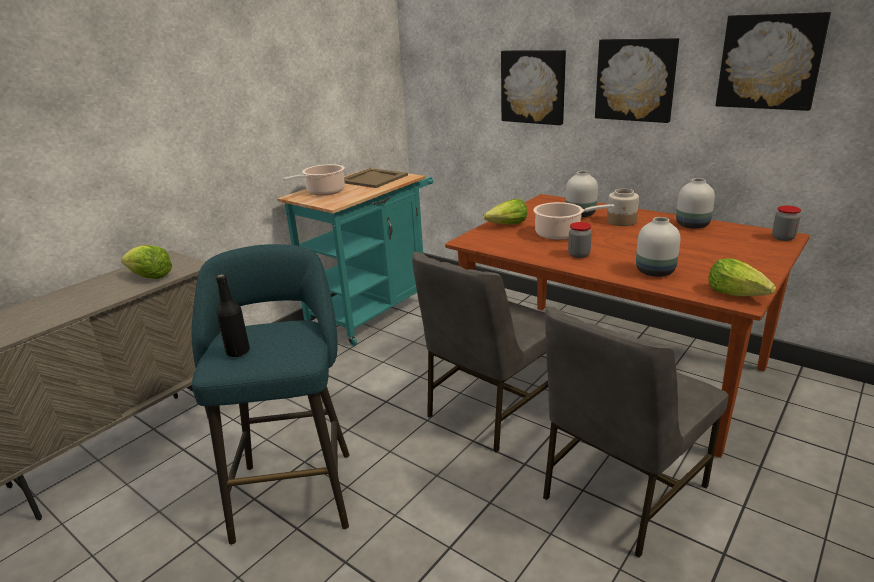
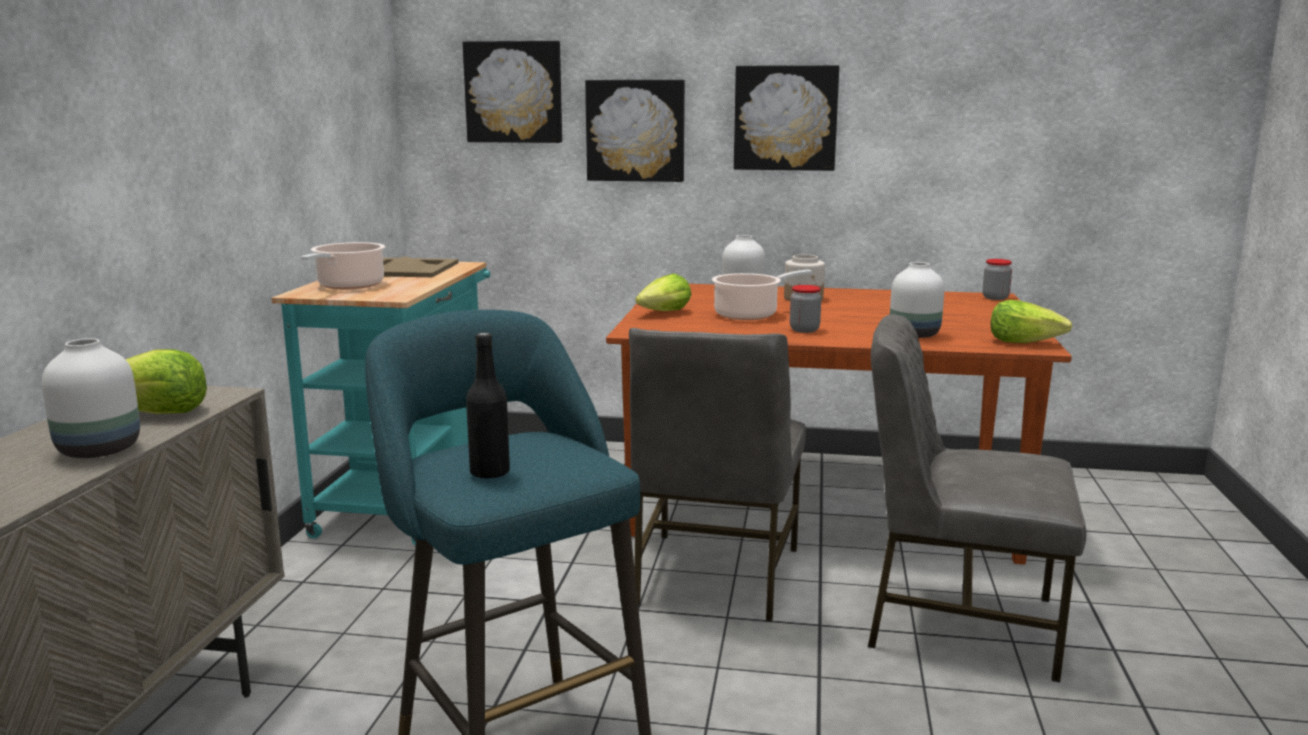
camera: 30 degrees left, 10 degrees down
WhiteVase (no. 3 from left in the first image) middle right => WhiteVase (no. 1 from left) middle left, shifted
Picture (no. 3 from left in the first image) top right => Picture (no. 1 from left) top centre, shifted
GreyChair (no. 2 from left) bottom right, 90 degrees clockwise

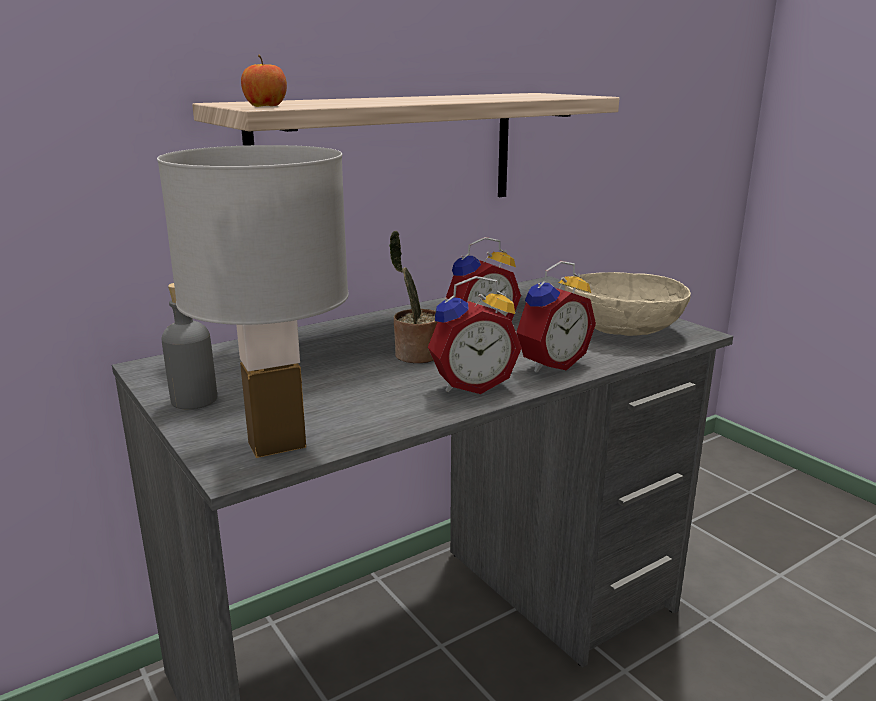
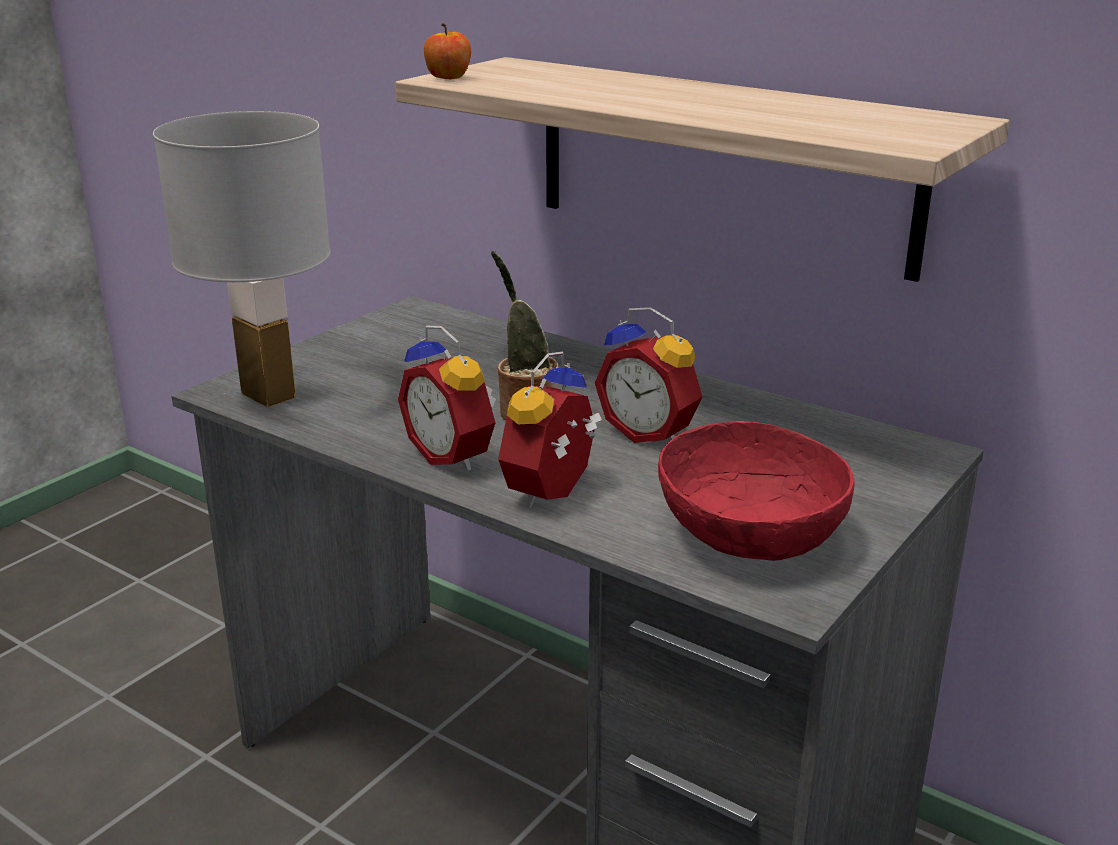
camera: 70 degrees right, 5 degrees up
GreyBottle middle left => nothing
BeigeBowl middle right => RedBowl middle right
AlarmClock (no. 3 from left in the first image) centre => AlarmClock (no. 2 from left) centre, 90 degrees clockwise

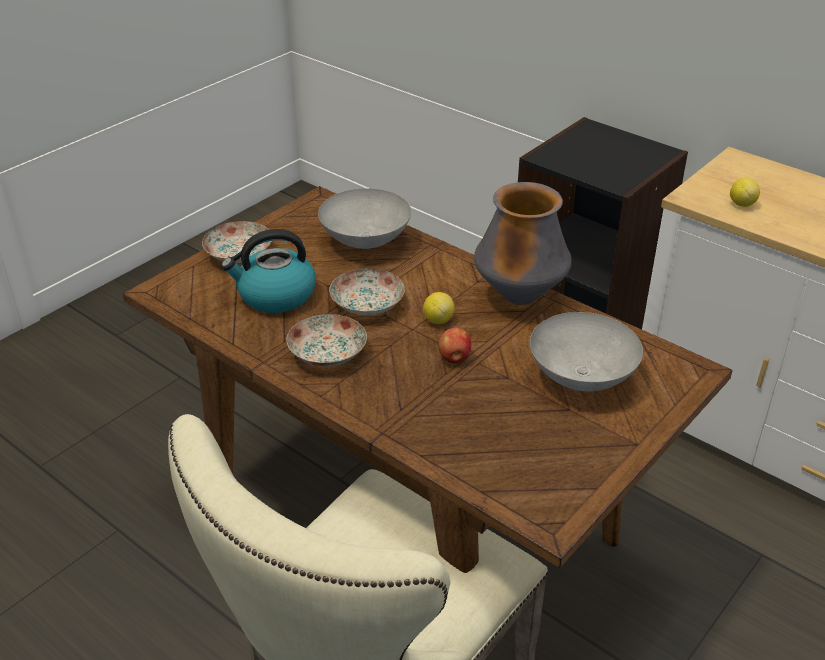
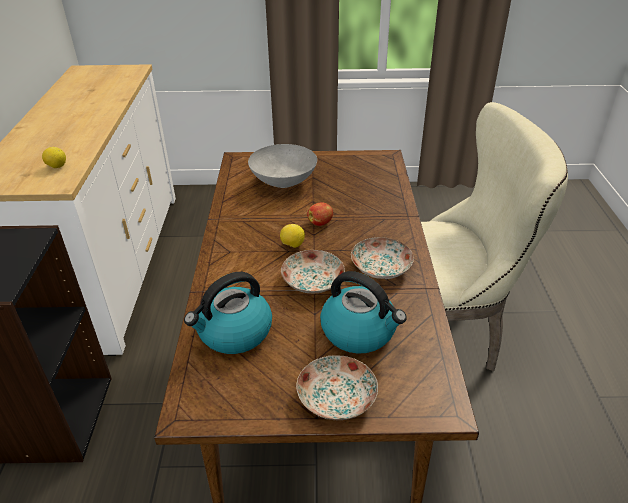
camera: 130 degrees left, 0 degrees up
Vase centre => nothing
GreyBowl (no. 1 from left) top centre => Kettle (no. 1 from left) centre

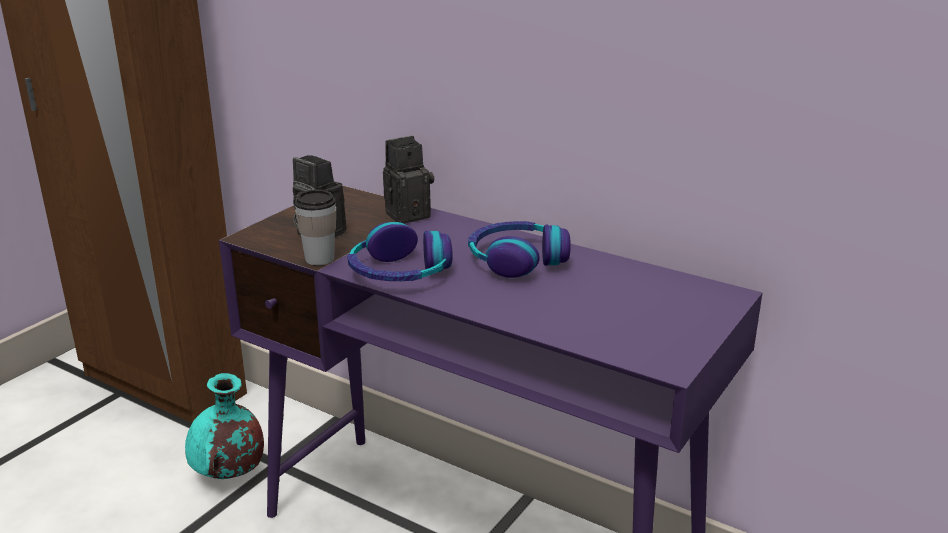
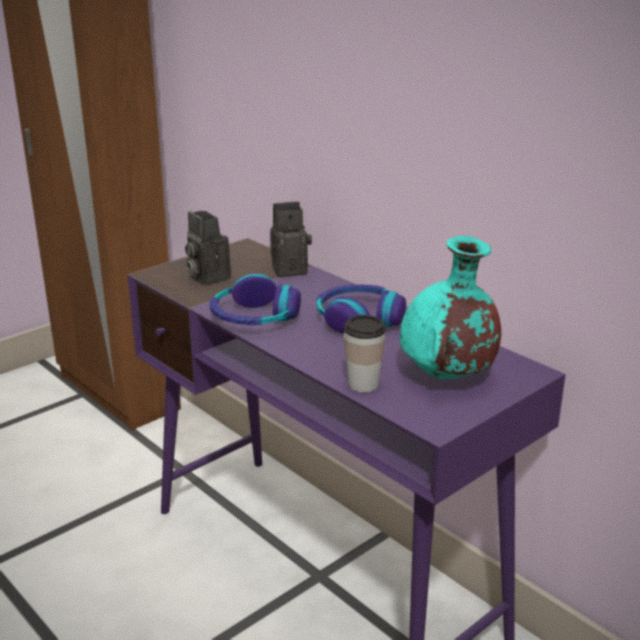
camera: 15 degrees right, 0 degrees up
TurquoiseVase bottom left => TurquoiseVase middle right, shifted
Cup middle left => Cup centre, shifted

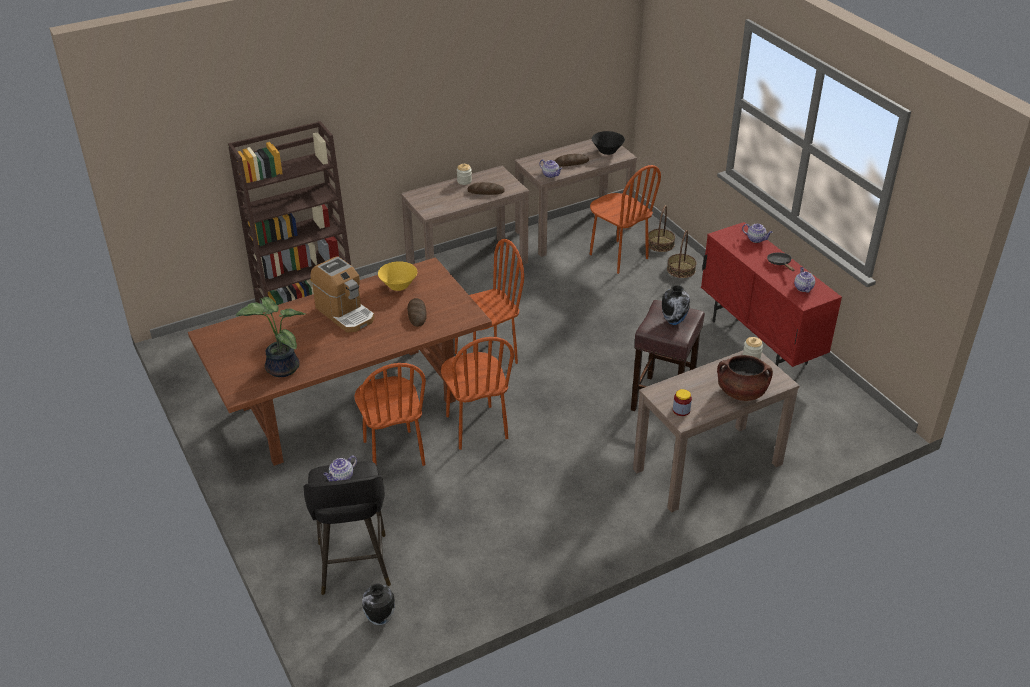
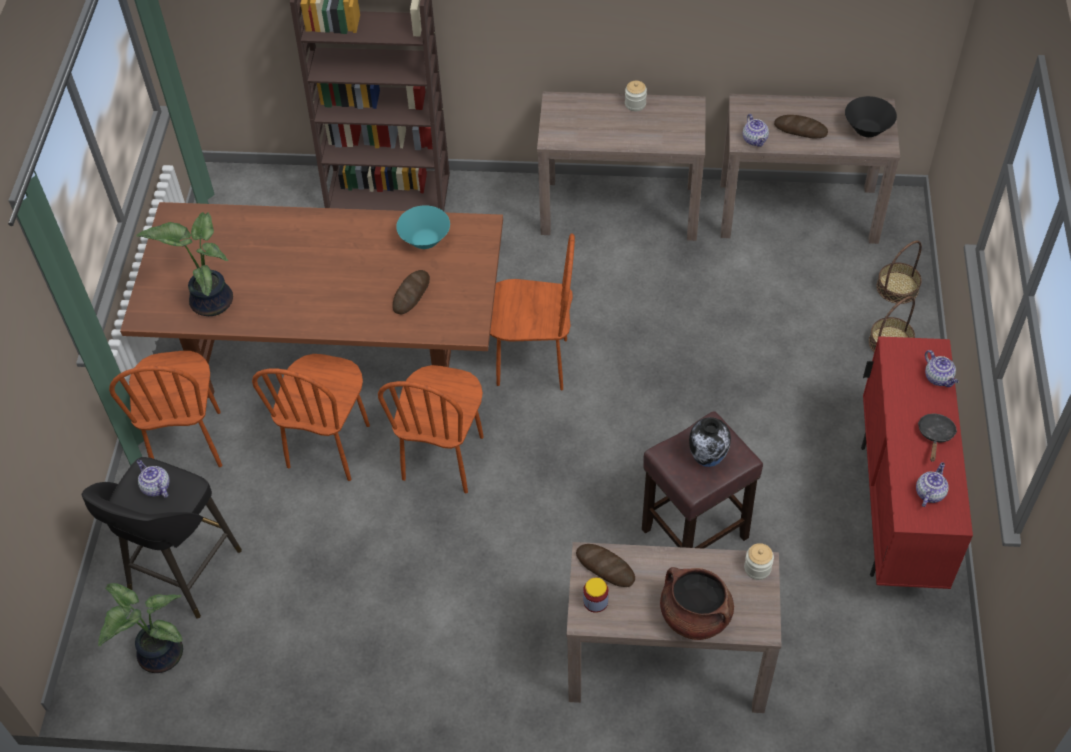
camera: 35 degrees right, 15 degrees up
CoffeeMachine middle left => nothing
Bread (no. 2 from left) top centre => Bread (no. 2 from left) bottom centre, shifted
BrownChair (no. 4 from left in the first image) top centre => BrownChair (no. 1 from left) middle left, shifted
Vase (no. 1 from left) bottom centre => PottedPlant (no. 1 from left) bottom left
YellowBowl centre => TurquoiseBowl top centre
Teapot (no. 1 from left) bottom left => Teapot (no. 1 from left) middle left, 60 degrees clockwise

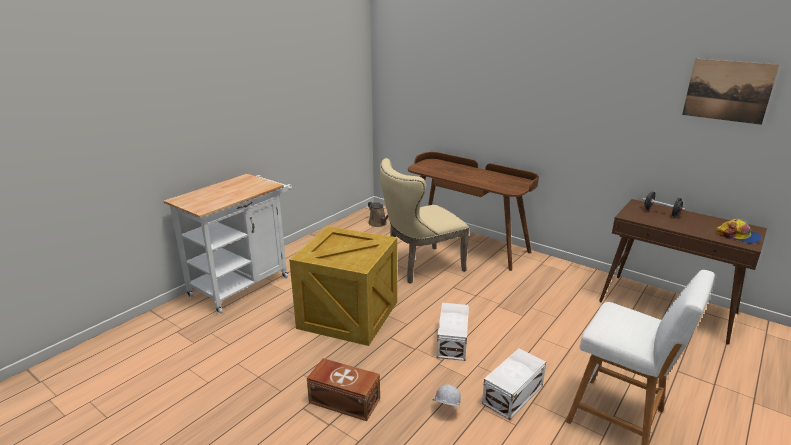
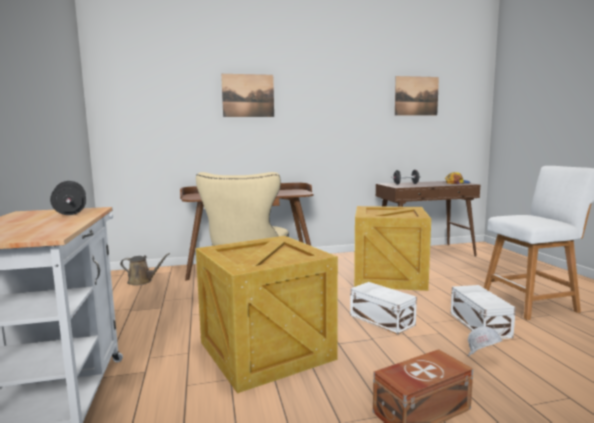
camera: 50 degrees left, 15 degrees down
nothing => BlackDumbbell (no. 1 from left) middle left
nothing => Picture (no. 1 from left) top centre
nothing => Crate (no. 2 from left) centre

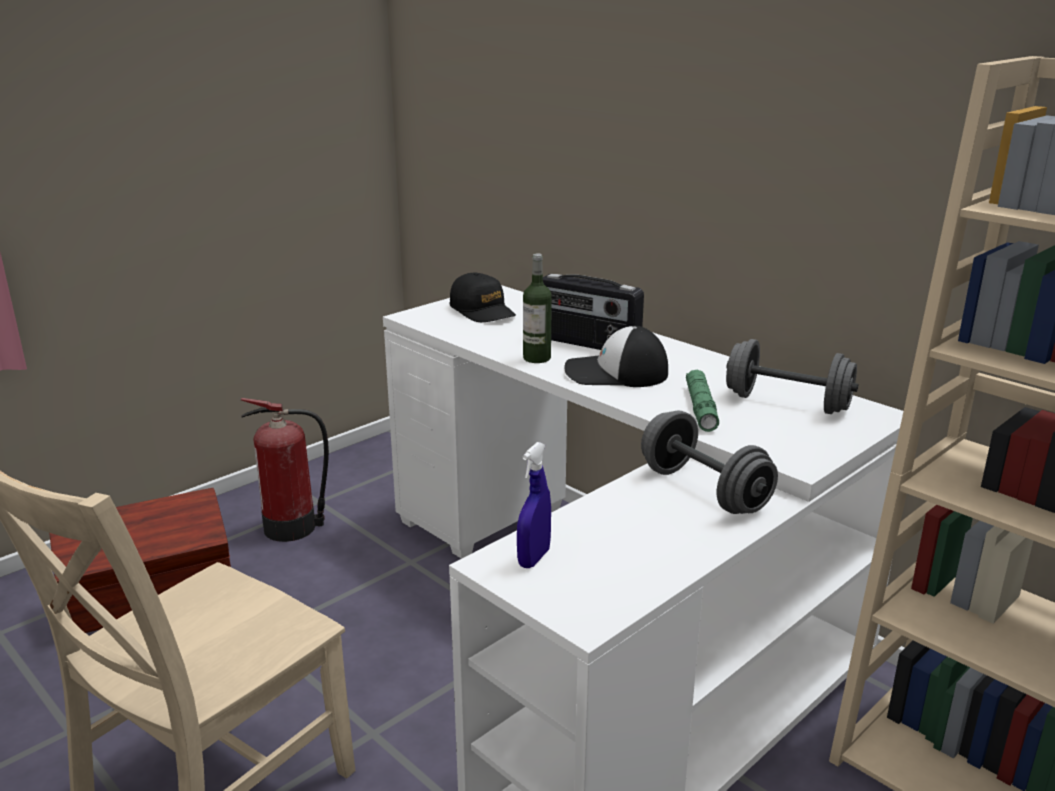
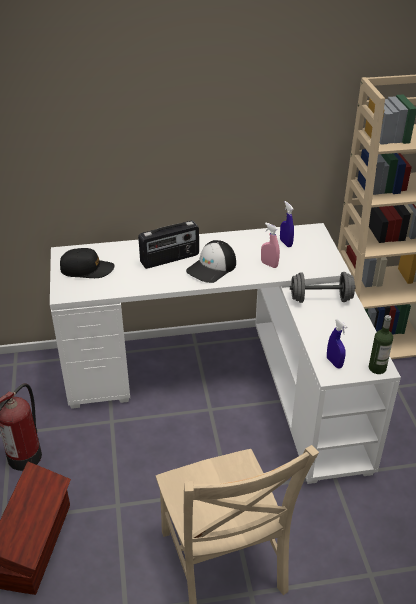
camera: 55 degrees left, 15 degrees up
Bottle centre => Bottle middle right, shifted
GreenFlashlight centre => PinkSprayBottle centre
GreyDumbbell (no. 2 from left) middle right => BlueSprayBottle (no. 1 from left) middle right

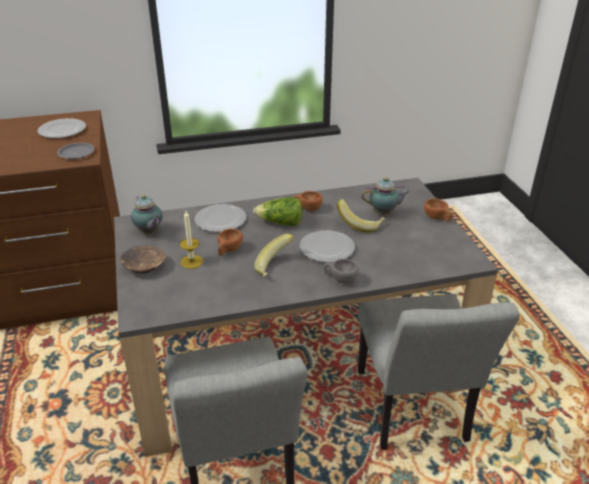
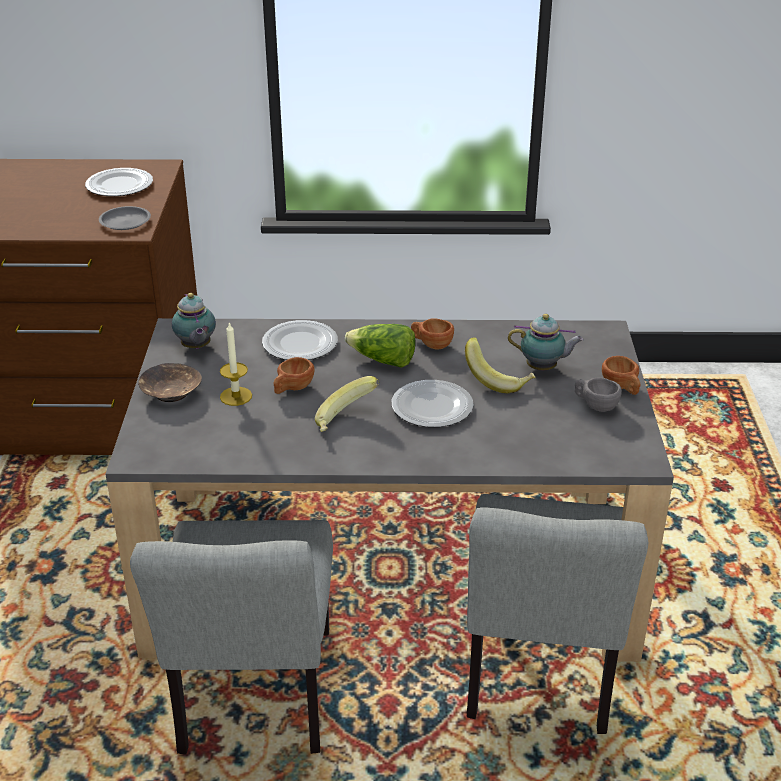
camera: 15 degrees right, 0 degrees up
GreyCup centre => GreyCup middle right, shifted

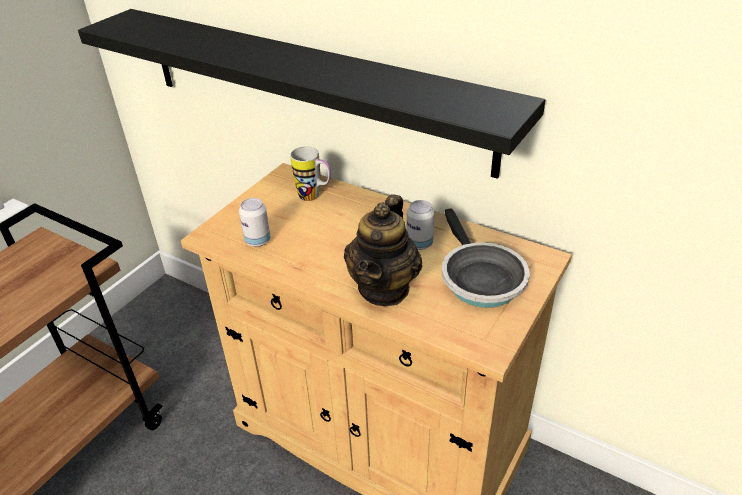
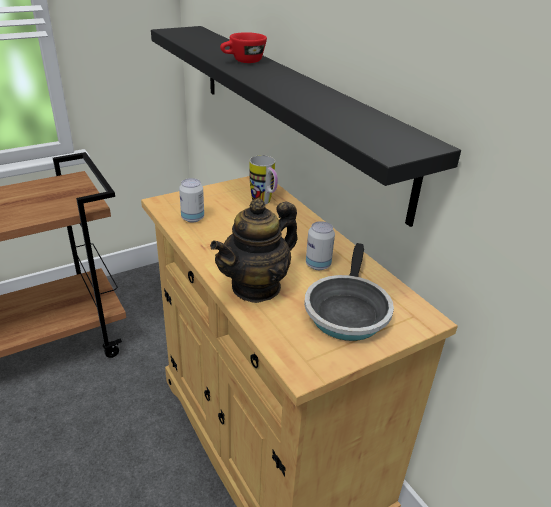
camera: 25 degrees right, 5 degrees down
nothing => RedCup top centre

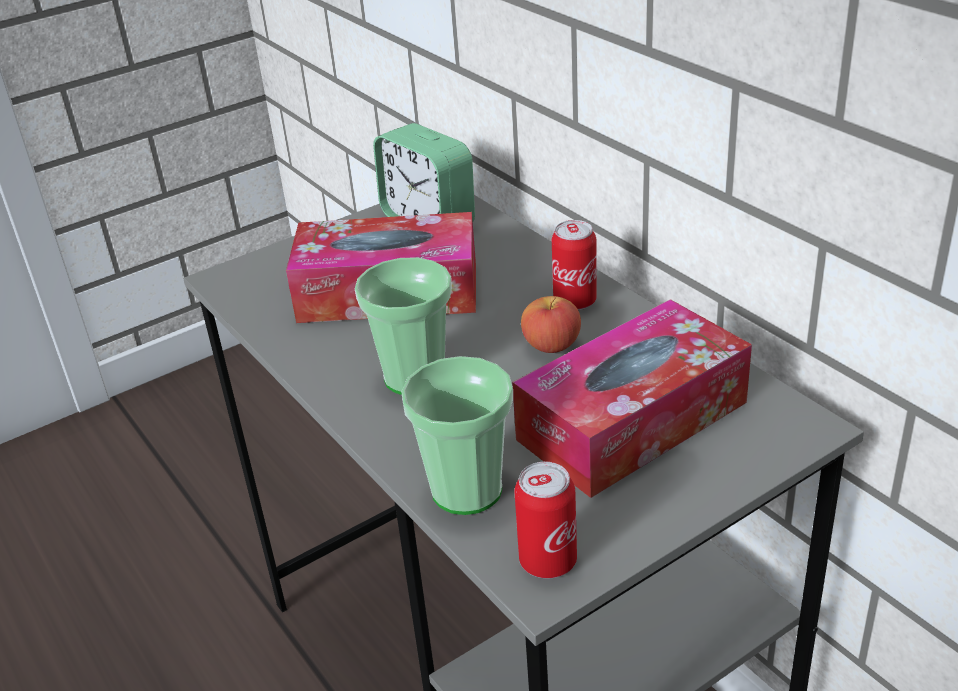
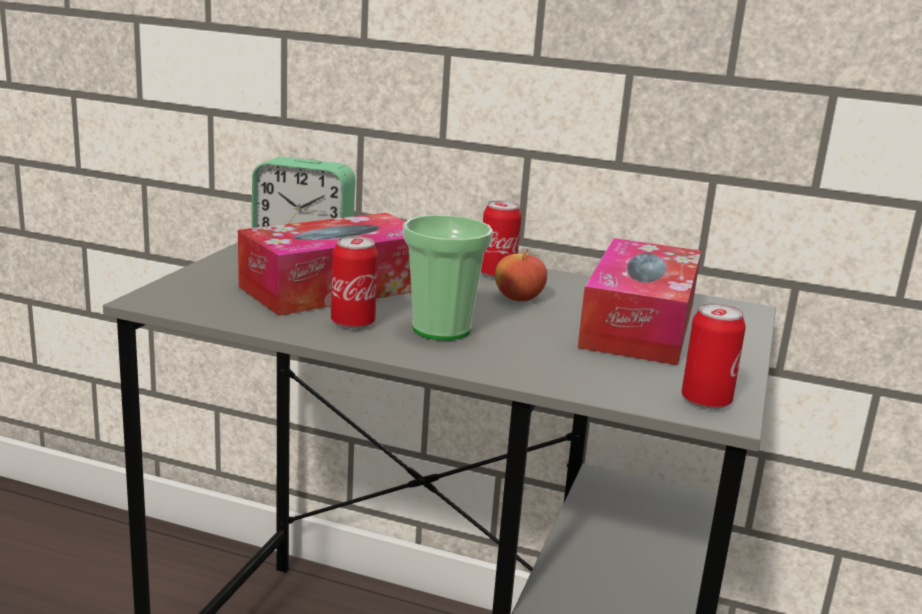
camera: 40 degrees left, 15 degrees down
Cup (no. 2 from left) centre => nothing
nothing => Can (no. 1 from left) centre

